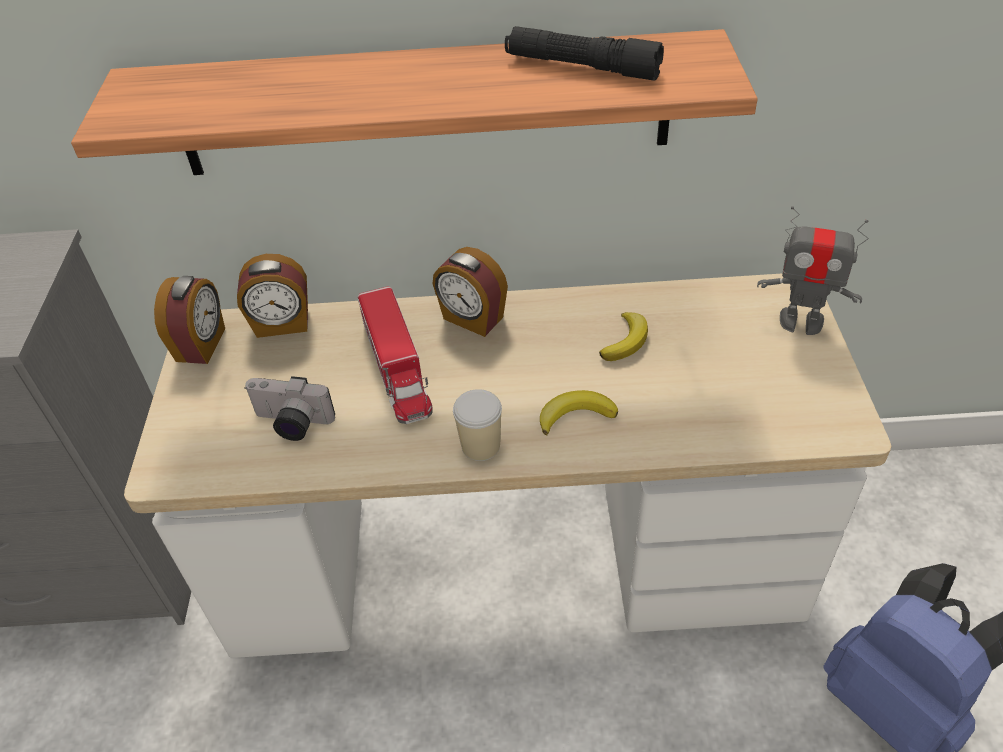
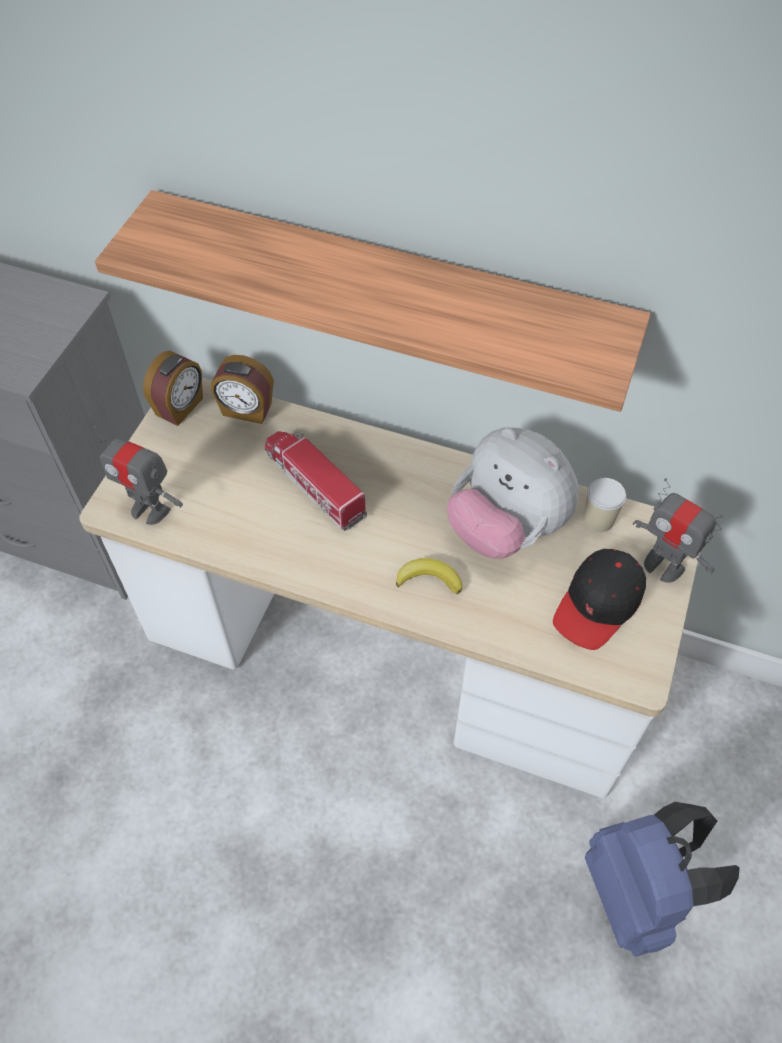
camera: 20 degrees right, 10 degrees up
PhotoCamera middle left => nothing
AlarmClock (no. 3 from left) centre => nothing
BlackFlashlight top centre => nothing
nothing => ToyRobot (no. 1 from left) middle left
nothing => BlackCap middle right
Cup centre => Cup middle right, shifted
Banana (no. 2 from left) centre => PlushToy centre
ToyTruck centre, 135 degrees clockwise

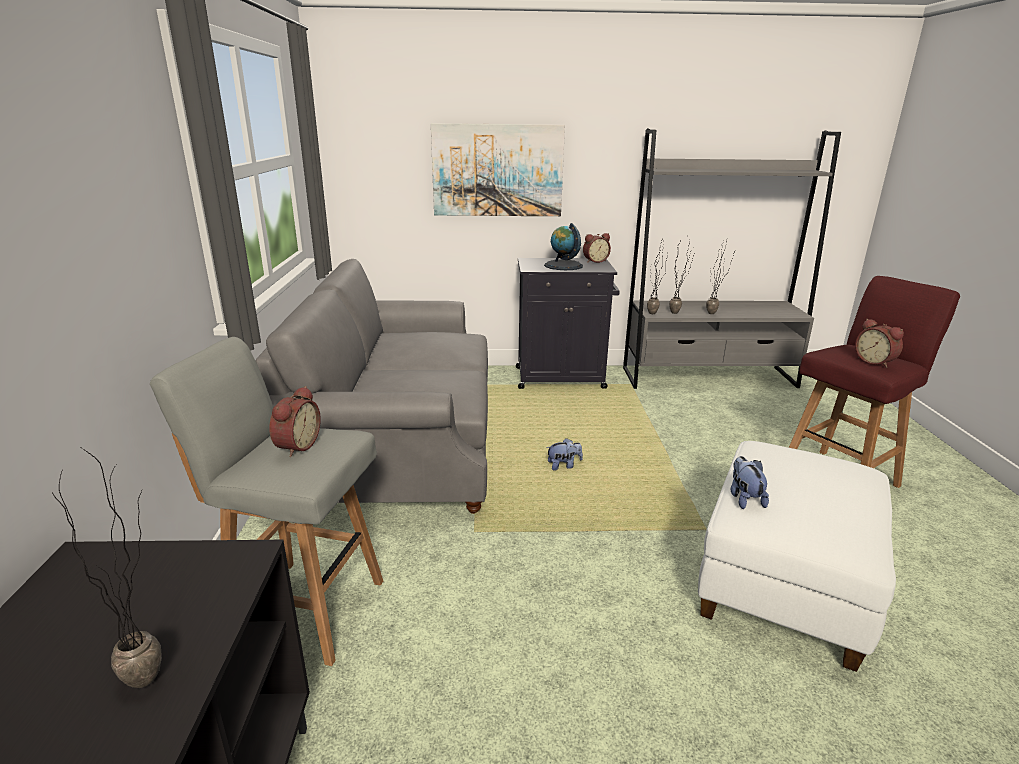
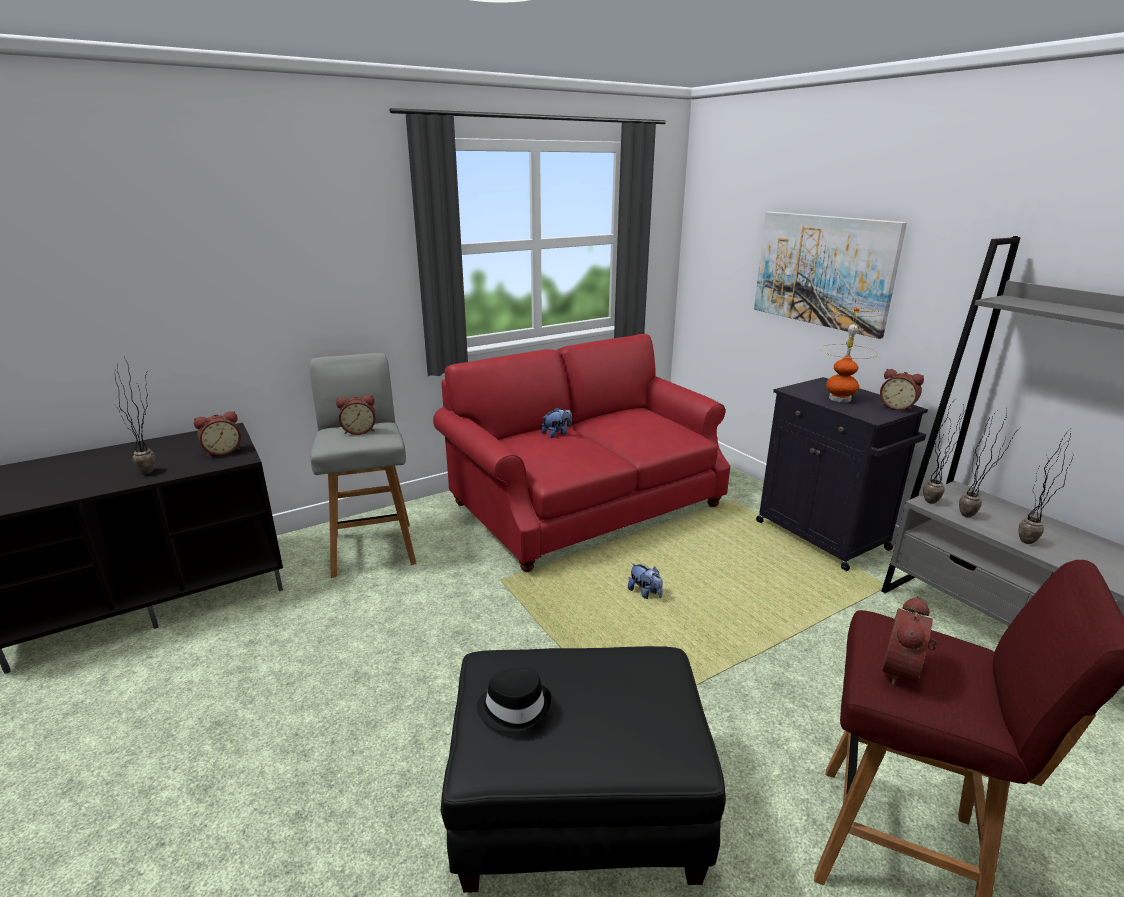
camera: 60 degrees right, 0 degrees up
nothing => AlarmClock (no. 1 from left) middle left
nothing => BlackHat bottom centre
PlushToy (no. 2 from left in the first image) middle right => PlushToy (no. 1 from left) centre, shifted
Globe top centre => TableLamp middle right
GreySofa centre => RedSofa centre
WhiteOttoman bottom right => BlackOttoman bottom centre

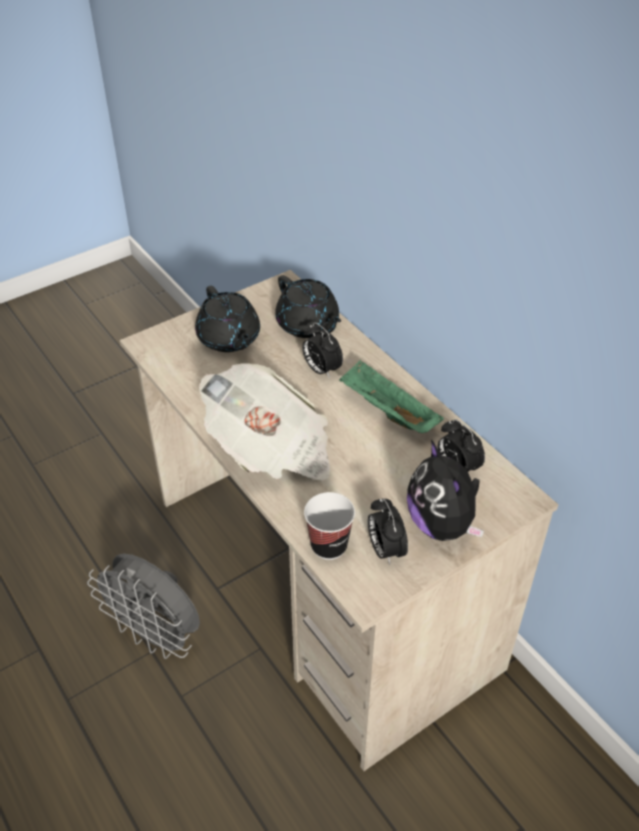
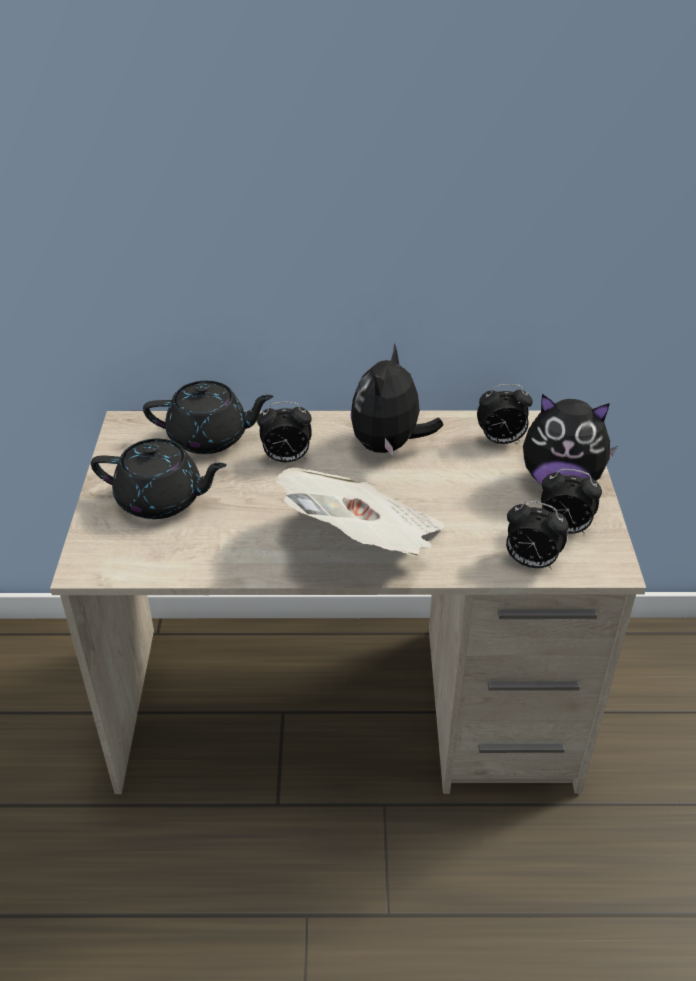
camera: 55 degrees left, 5 degrees down
GreyFan bottom left => nothing
Cup centre => AlarmClock (no. 3 from left) middle right
GreenTray centre => PlushToy (no. 1 from left) centre

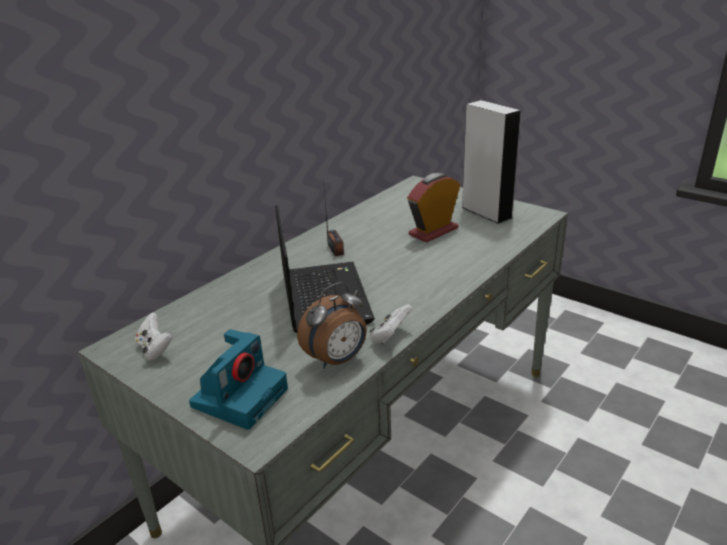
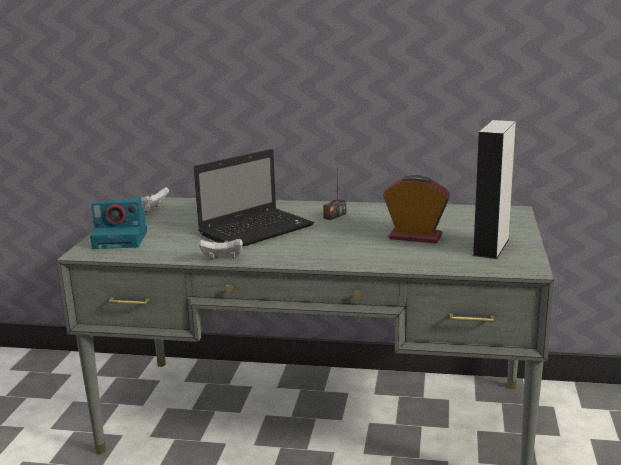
camera: 60 degrees right, 10 degrees down
AlarmClock (no. 1 from left) centre => nothing

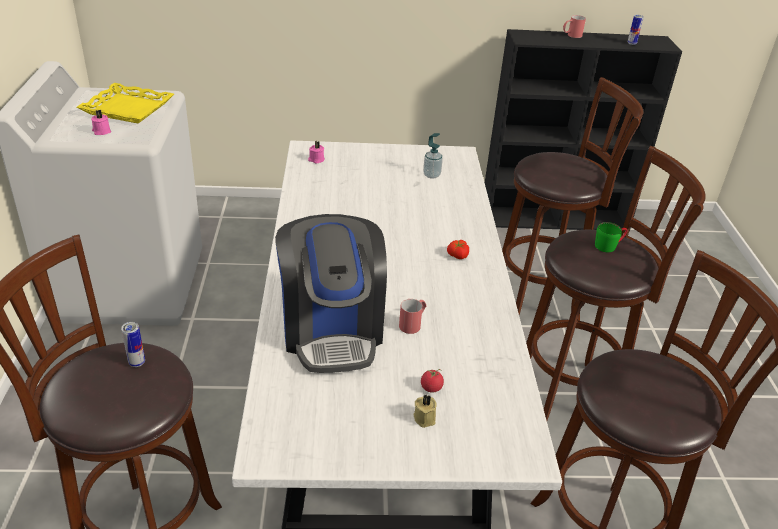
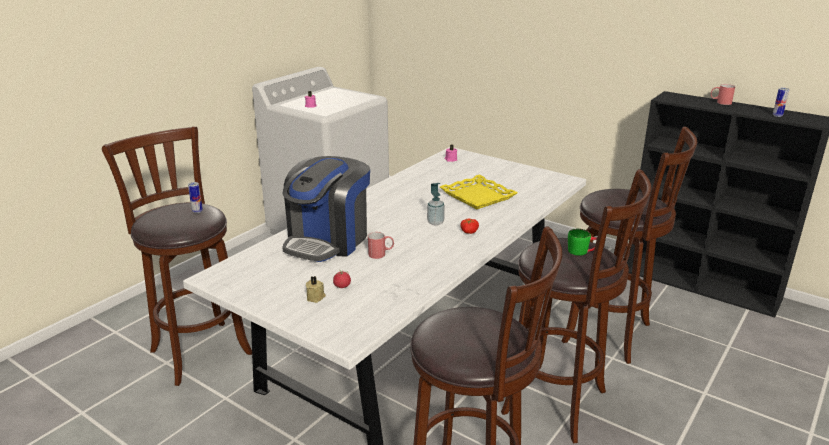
camera: 40 degrees right, 10 degrees down
YellowTray top left => YellowTray centre, shifted
SoapDispenser top centre => SoapDispenser centre, shifted

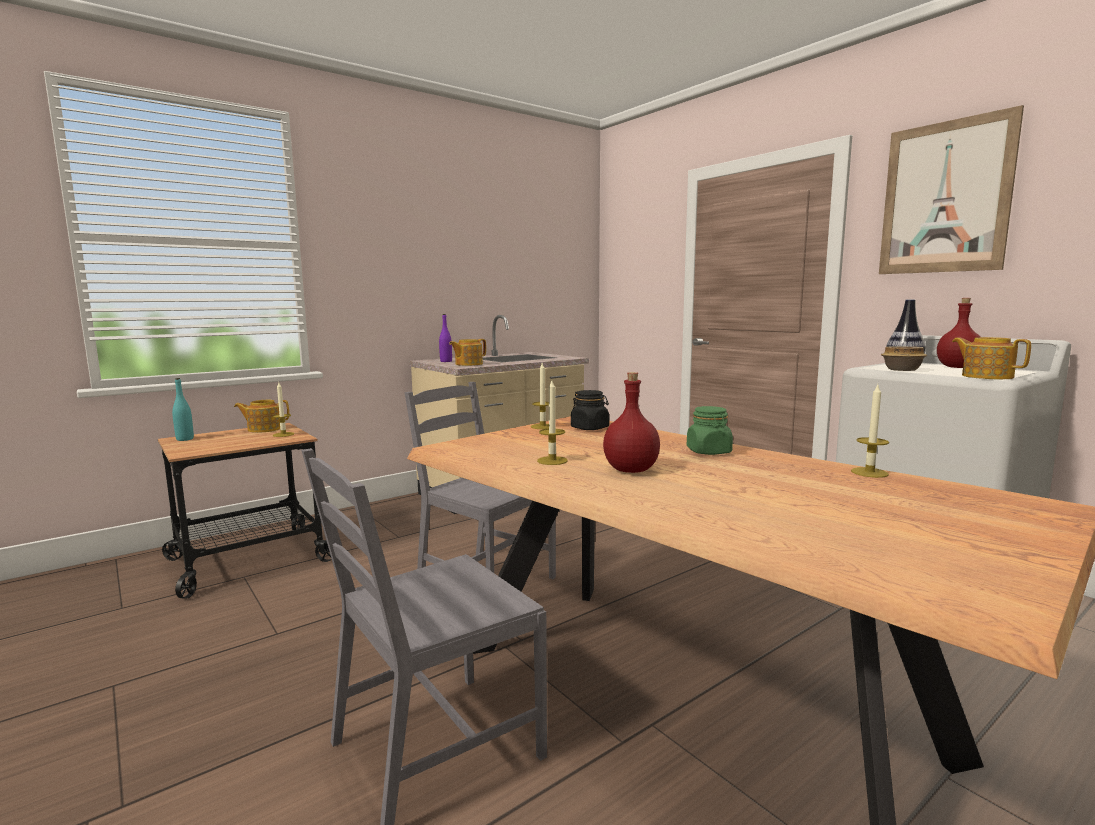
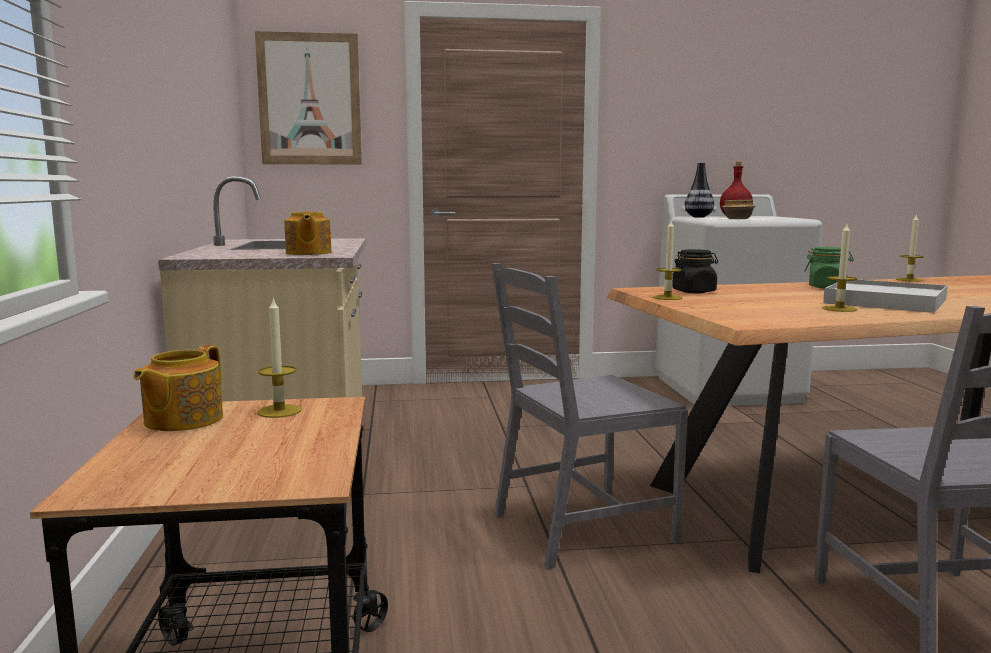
camera: 60 degrees left, 0 degrees up
TurquoiseBottle middle left => nothing
PurpleBottle centre => nothing
Teapot (no. 3 from left) middle right => nothing
Picture top right => Picture top left, shifted
RedBottle (no. 1 from left) centre => WhiteTray middle right

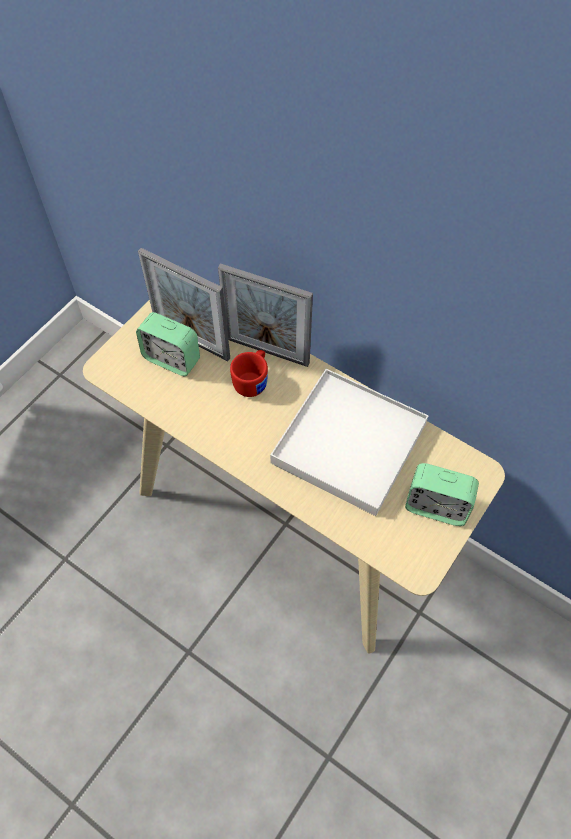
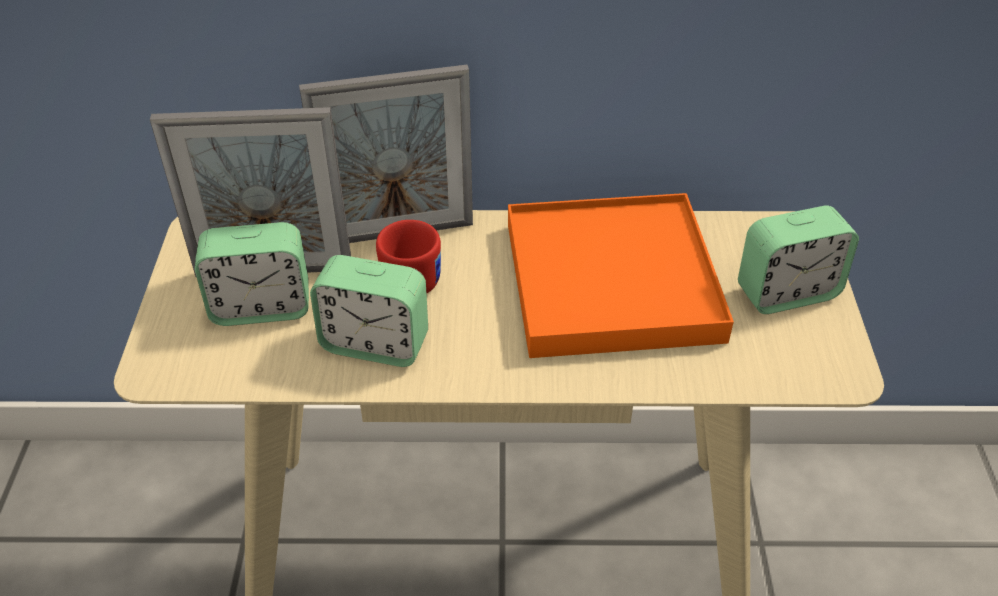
camera: 35 degrees left, 15 degrees down
nothing => AlarmClock (no. 2 from left) centre
WhiteTray centre => OrangeTray centre

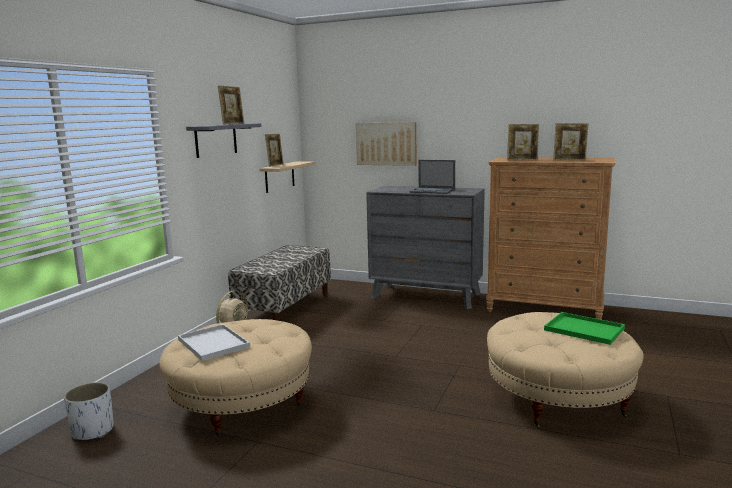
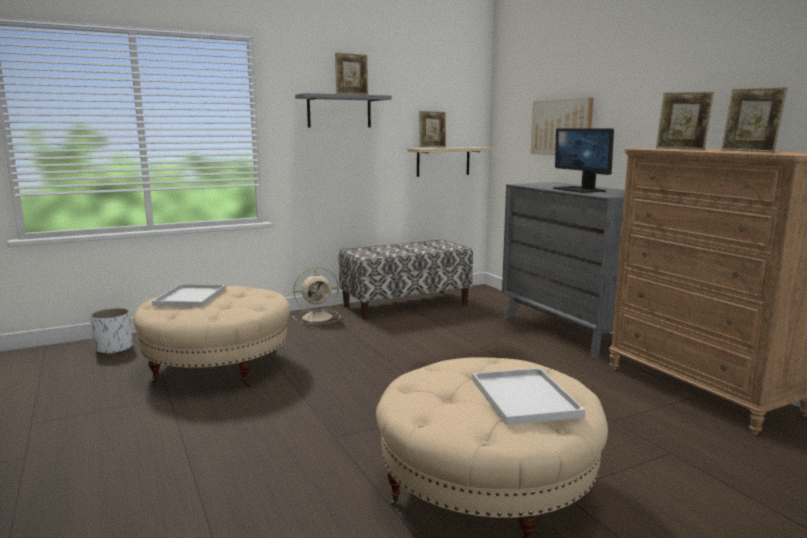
camera: 40 degrees right, 0 degrees up
Laptop centre => Monitor top right
GreenTray bottom right => WhiteTray (no. 2 from left) bottom centre

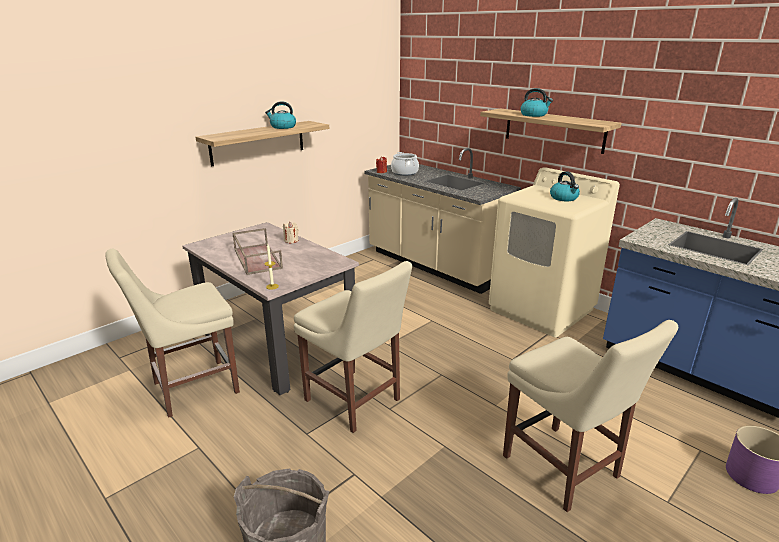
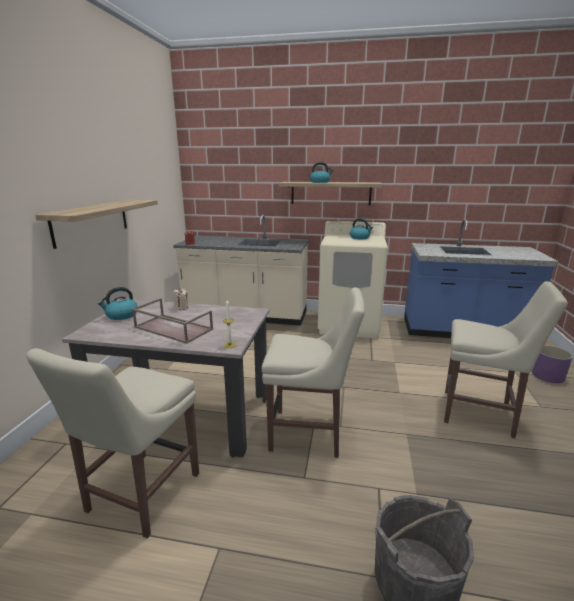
camera: 35 degrees left, 5 degrees down
CookingPot top centre => nothing
Kettle (no. 1 from left) top centre => Kettle (no. 1 from left) middle left, shifted

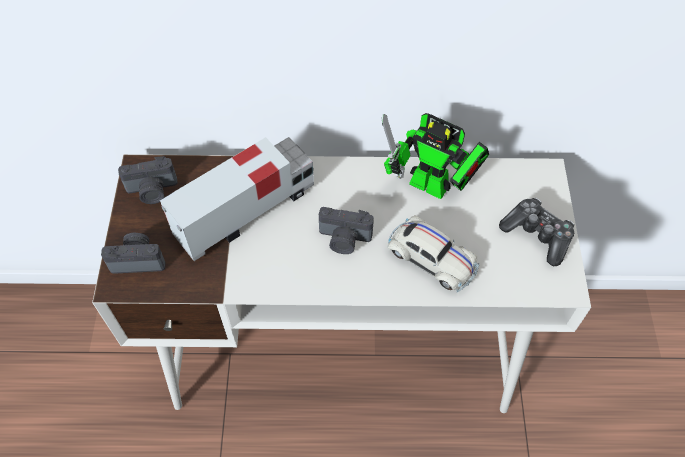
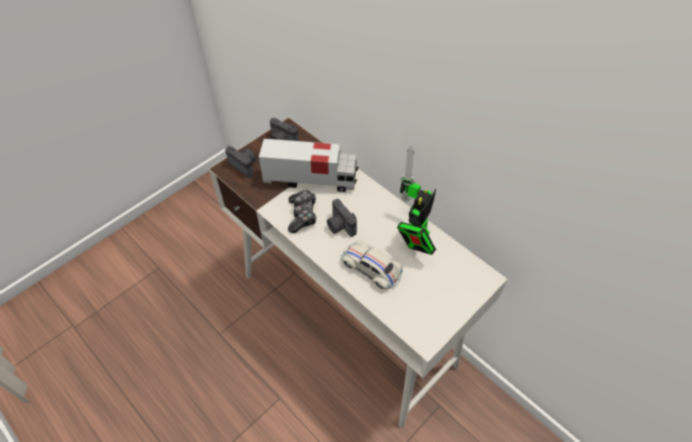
camera: 45 degrees right, 5 degrees down
GameController middle right => GameController centre, shifted
ToyRobot centre, 45 degrees clockwise
WhiteToyCar centre, 135 degrees clockwise

